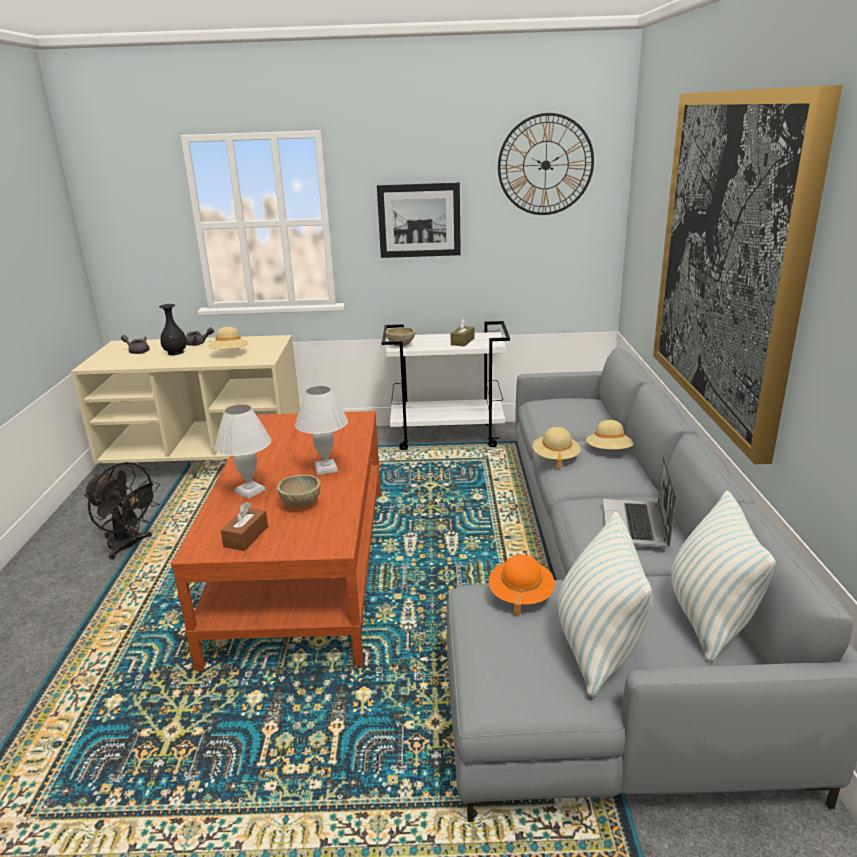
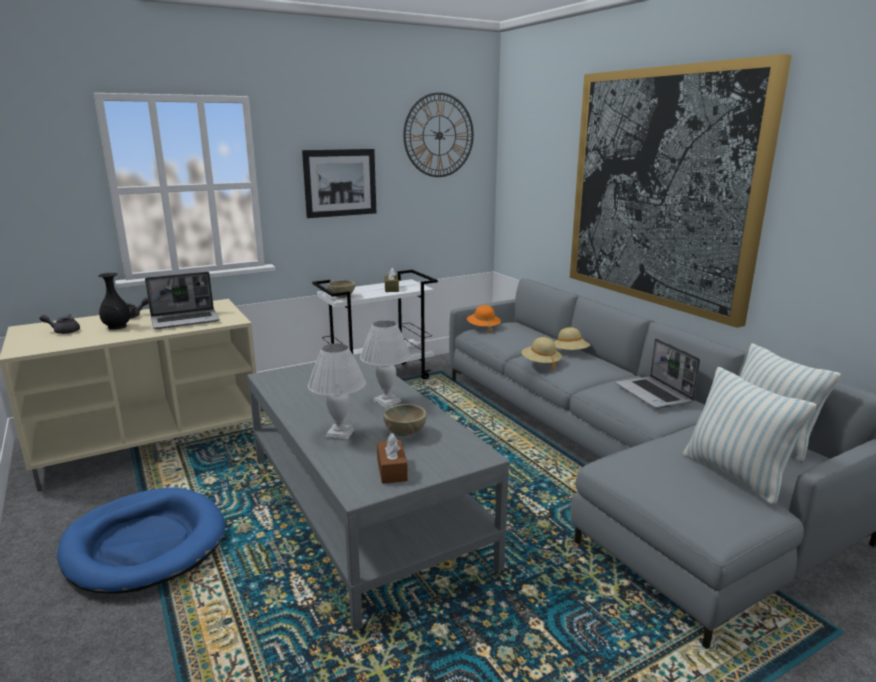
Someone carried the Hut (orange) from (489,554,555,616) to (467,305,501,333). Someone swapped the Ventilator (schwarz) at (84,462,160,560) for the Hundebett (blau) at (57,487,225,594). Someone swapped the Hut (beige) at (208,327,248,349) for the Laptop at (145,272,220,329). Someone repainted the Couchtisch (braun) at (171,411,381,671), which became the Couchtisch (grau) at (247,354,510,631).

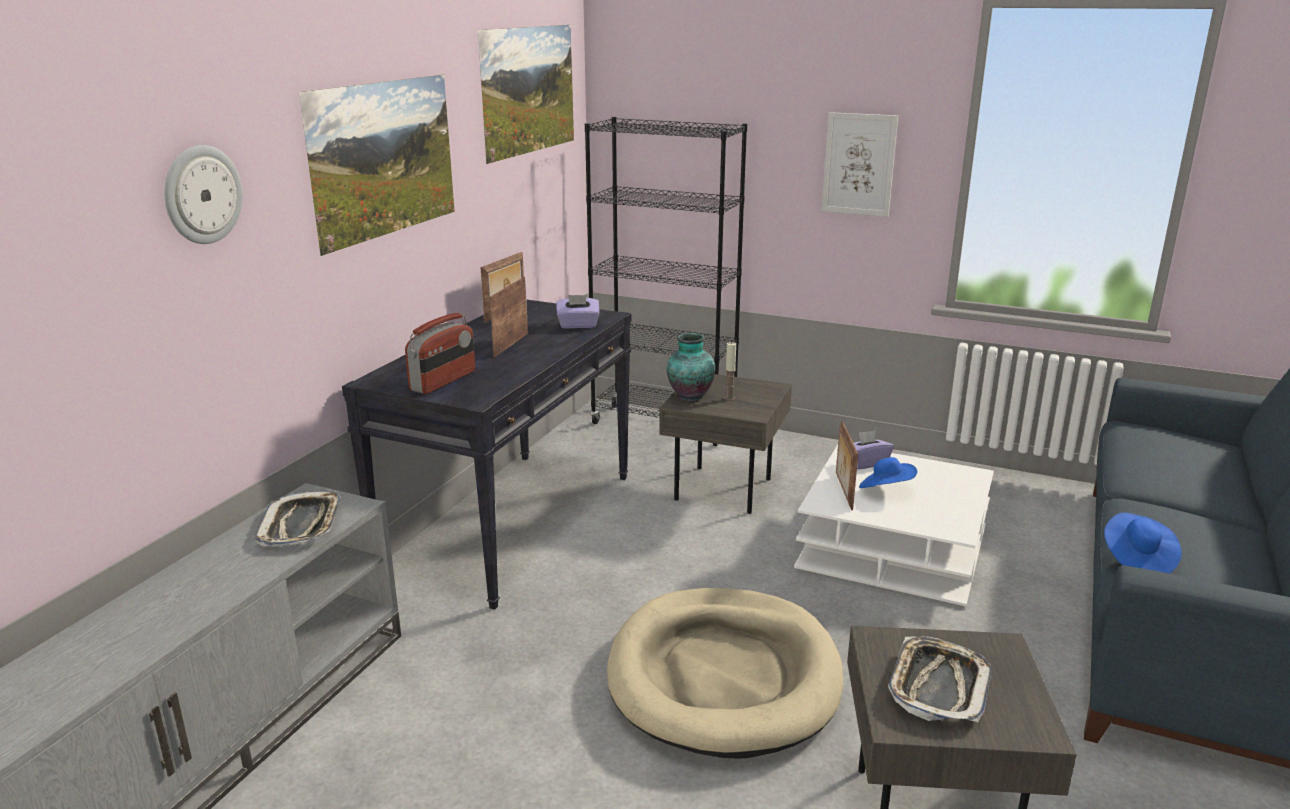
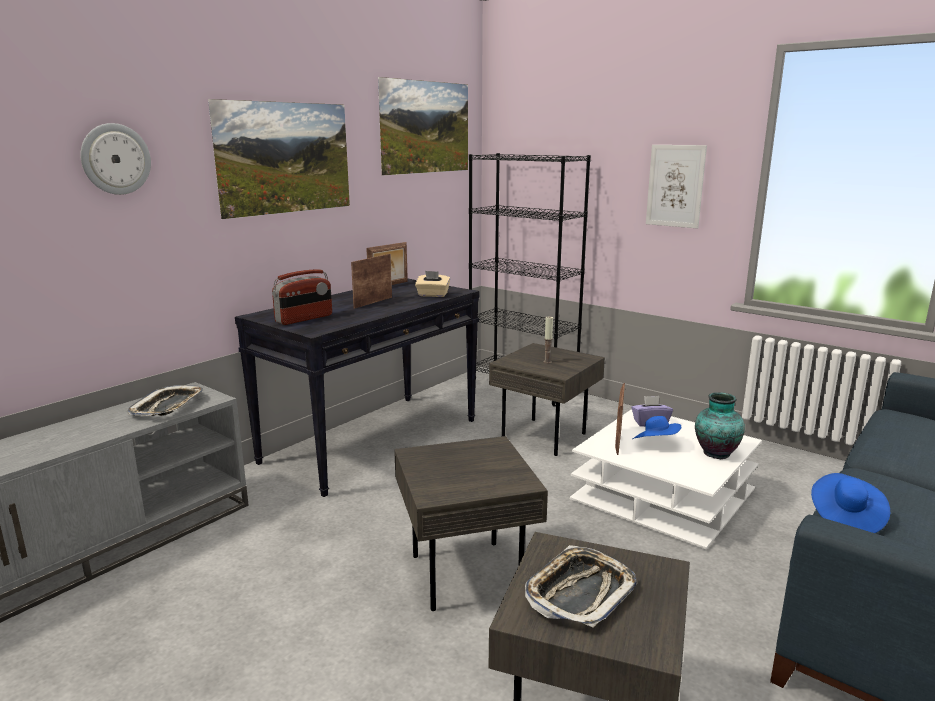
Someone carried the Vase from (667,333,715,402) to (695,392,745,459). Someone swapped the Hundebett (beige) at (607,588,843,759) for the Beistelltisch (grau) at (394,436,548,611). Someone repainted the Taschentuchbox (lila) at (556,295,600,329), which became the Taschentuchbox (beige) at (415,271,450,297).

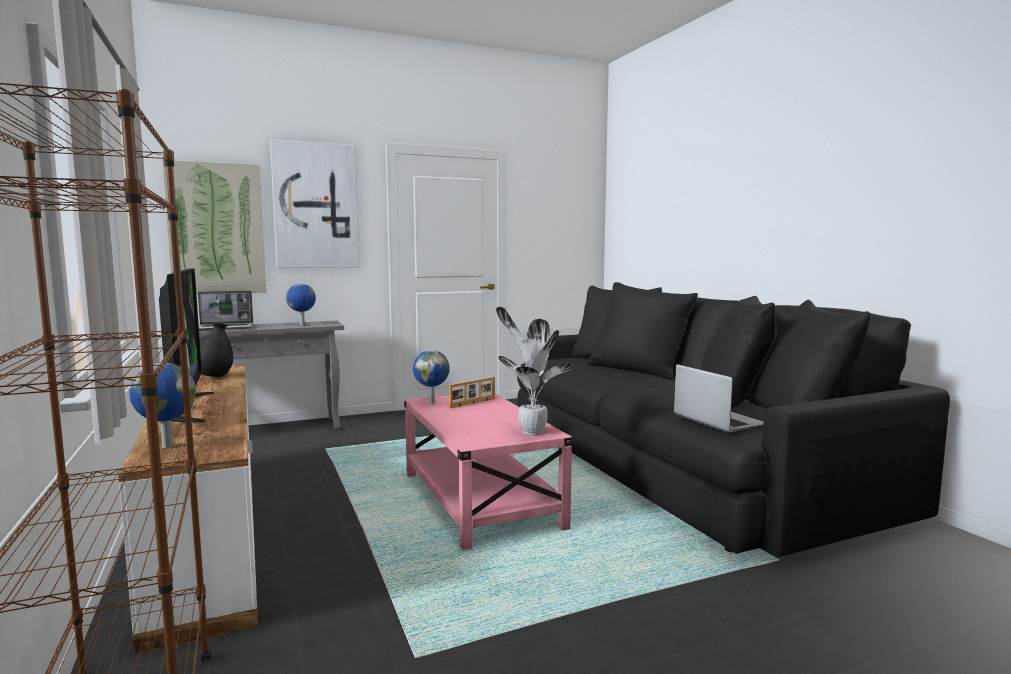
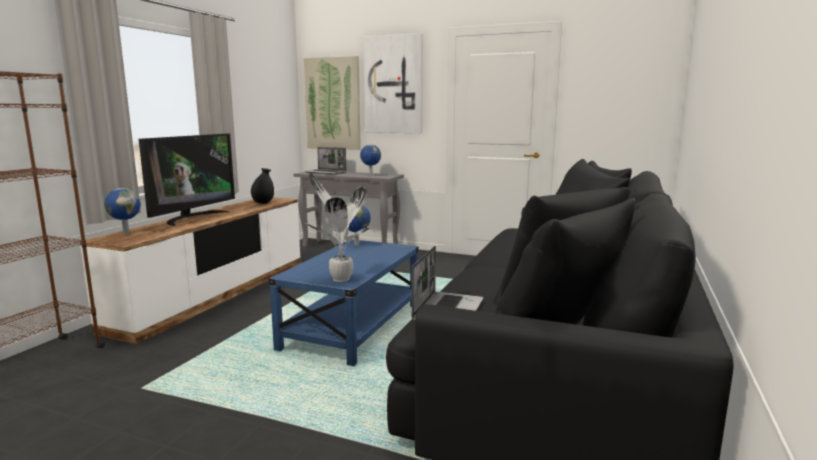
Someone took away the Bilderrahmen at (449,377,495,408). Someone repainted the Couchtisch (rosa) at (404,394,573,550), which became the Couchtisch (blau) at (269,239,419,366).

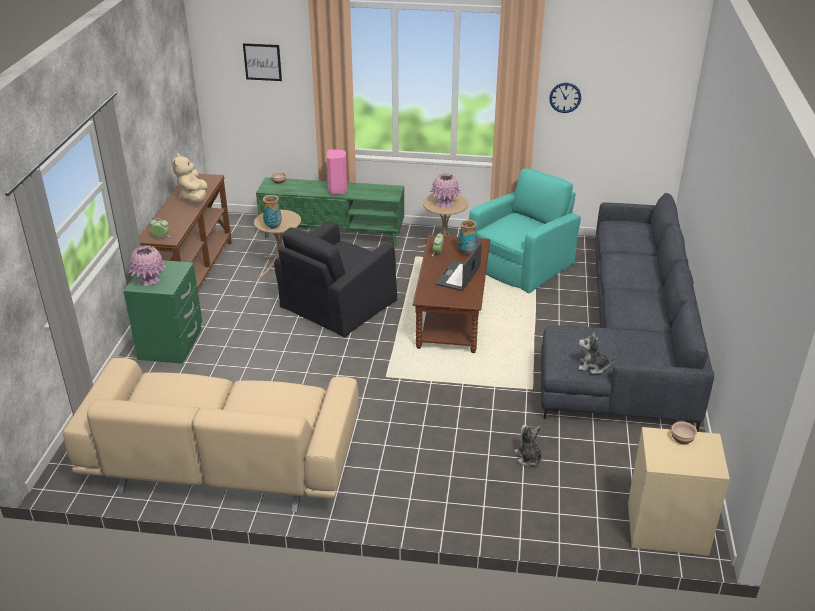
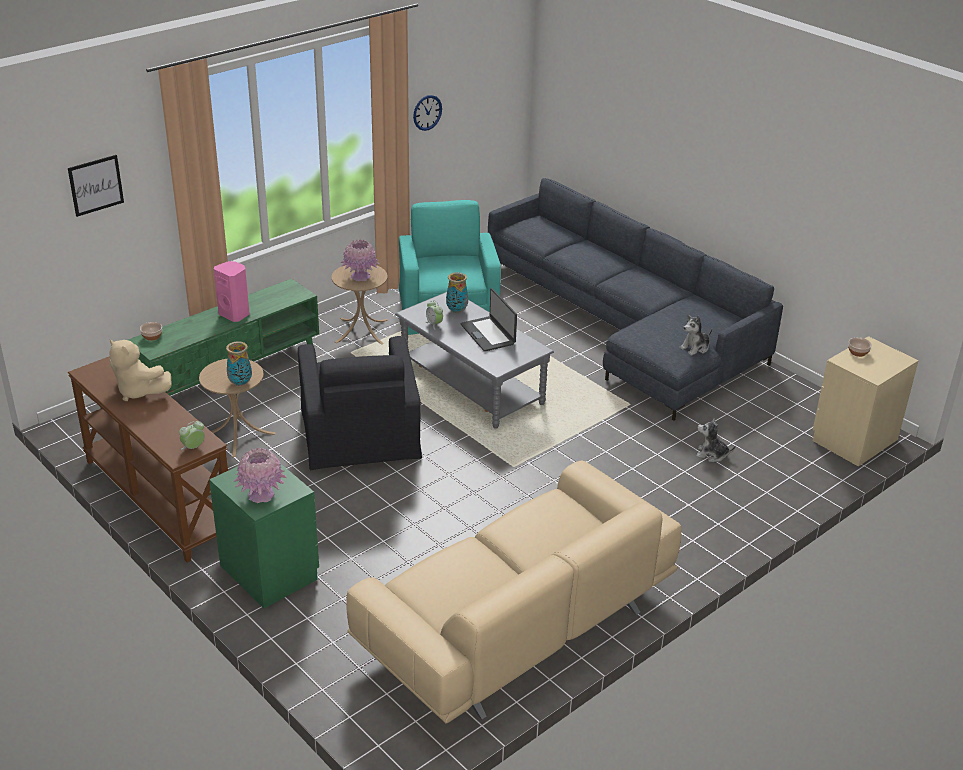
Someone repainted the Couchtisch (braun) at (413,235,490,353), which became the Couchtisch (grau) at (395,292,554,429).

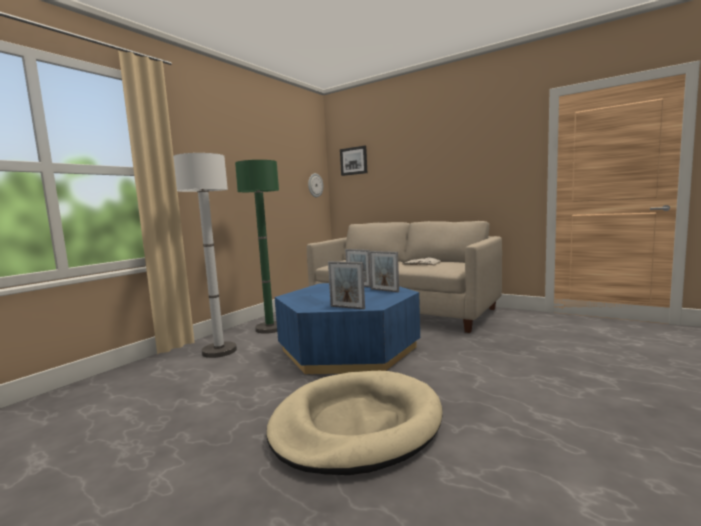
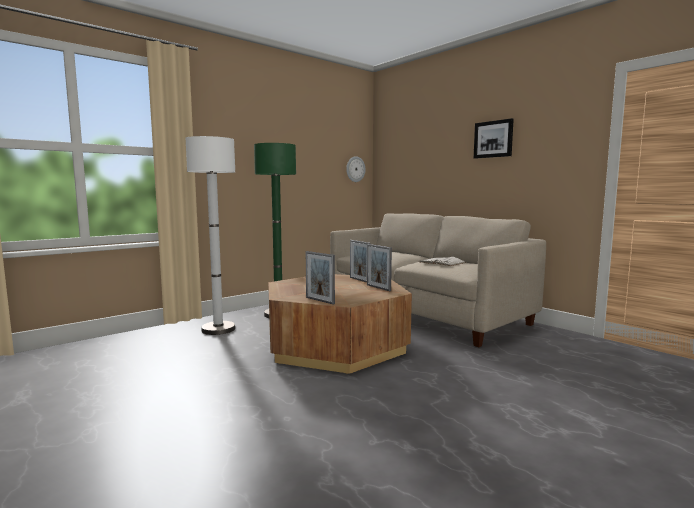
Someone took away the Hundebett (beige) at (266,371,443,475). Someone carried the Bild from (340,146,367,176) to (474,118,514,159). Someone repainted the Couchtisch (blau) at (275,283,420,375), which became the Couchtisch (braun) at (268,274,412,374).

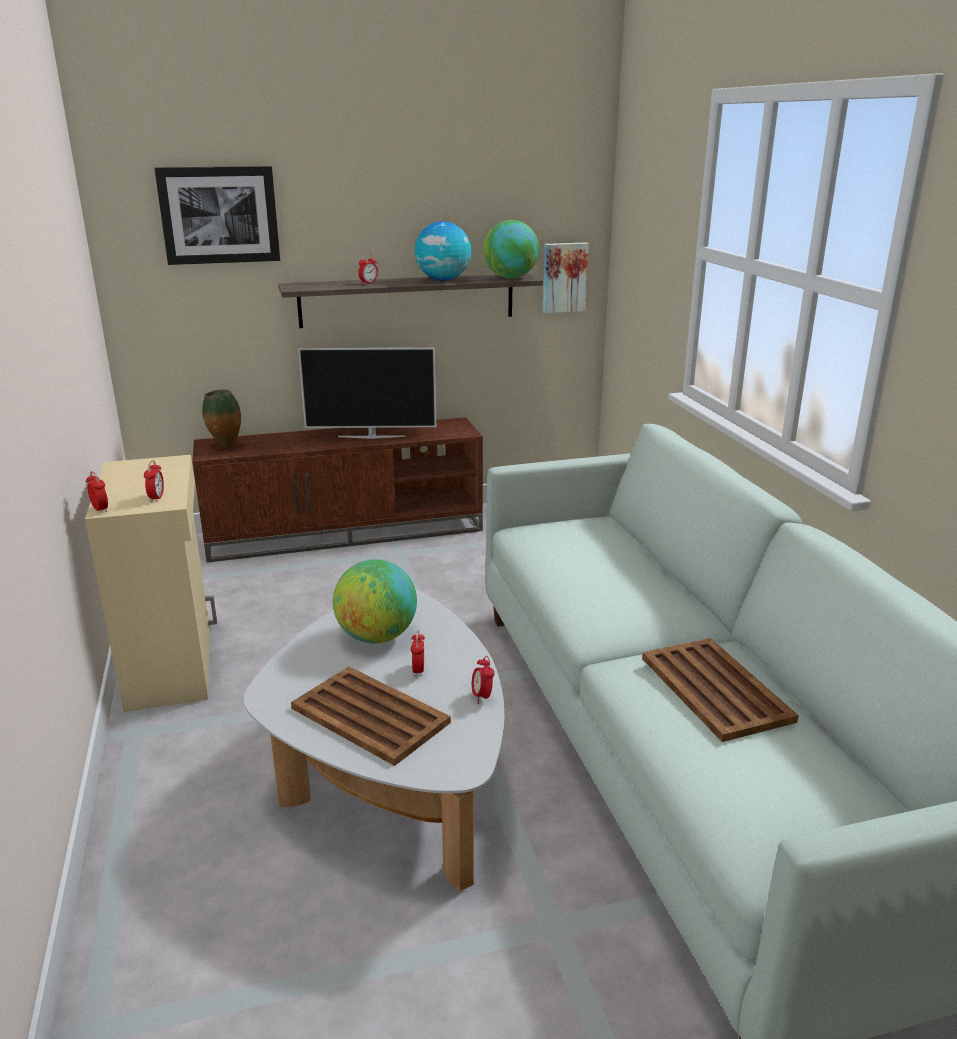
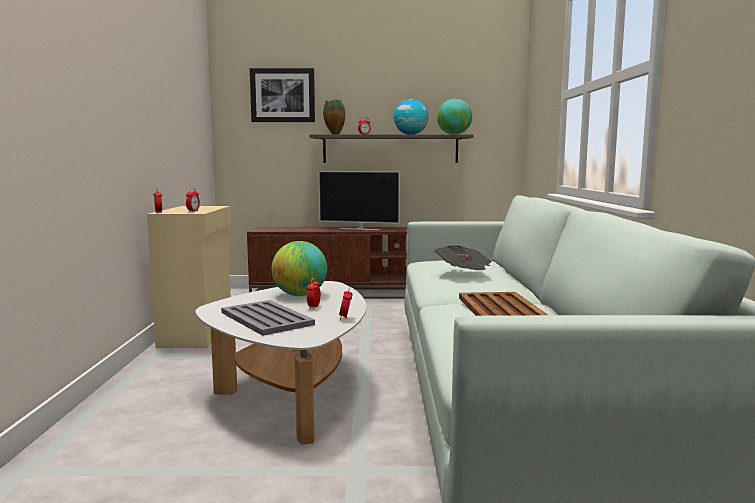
Someone took away the Bild at (543,242,589,313). Someone put down the Zeitung at (434,245,491,270). Someone carried the Vase from (202,389,241,447) to (323,99,345,134). Someone repainted the Tablett (braun) at (291,667,451,766), which became the Tablett (grau) at (221,300,315,336).

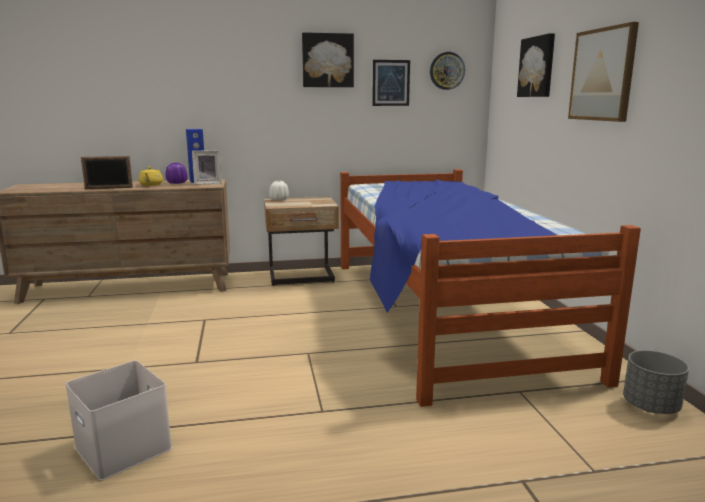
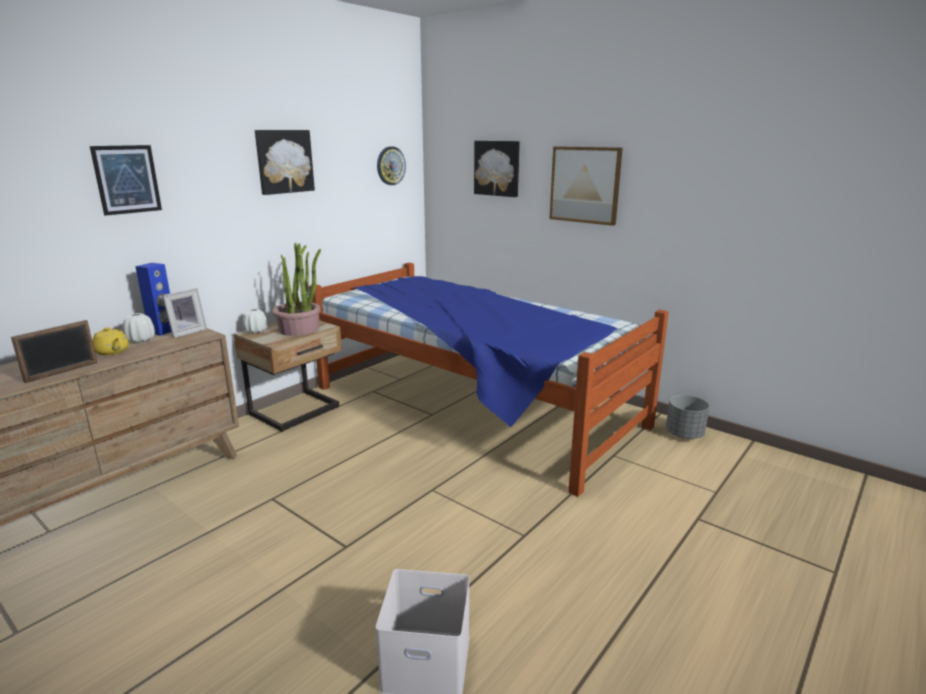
Someone put down the Topfpflanze at (272,243,321,336). Someone carried the Bild from (372,60,410,106) to (90,145,162,216). Someone repainted the Vase (lila) at (165,163,187,184), which became the Vase (weiß) at (122,313,155,343).

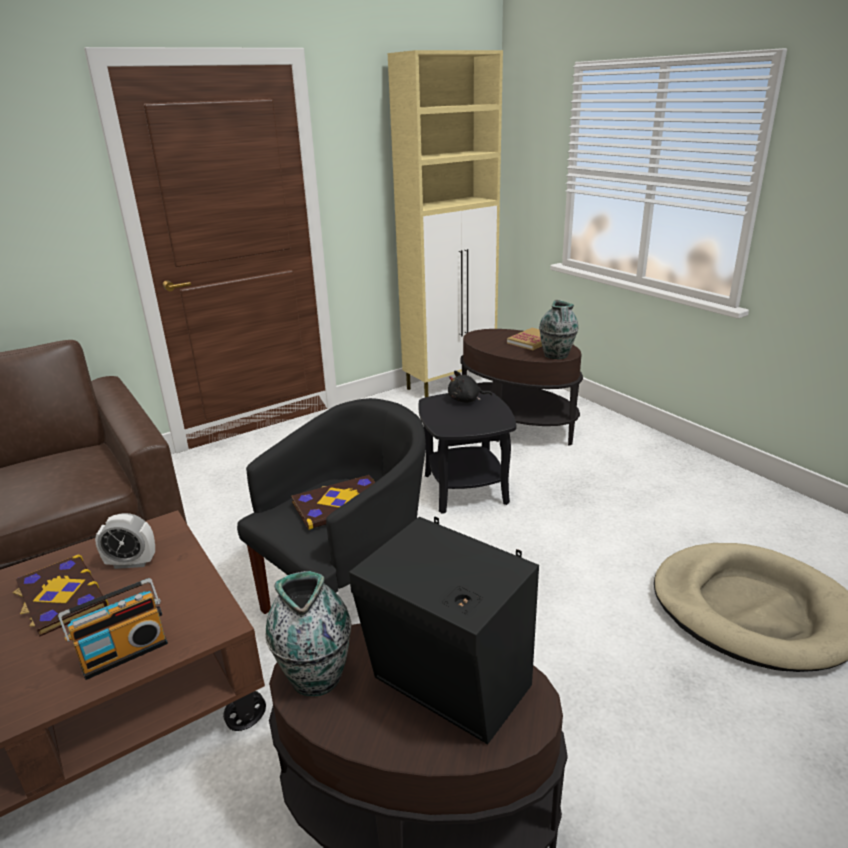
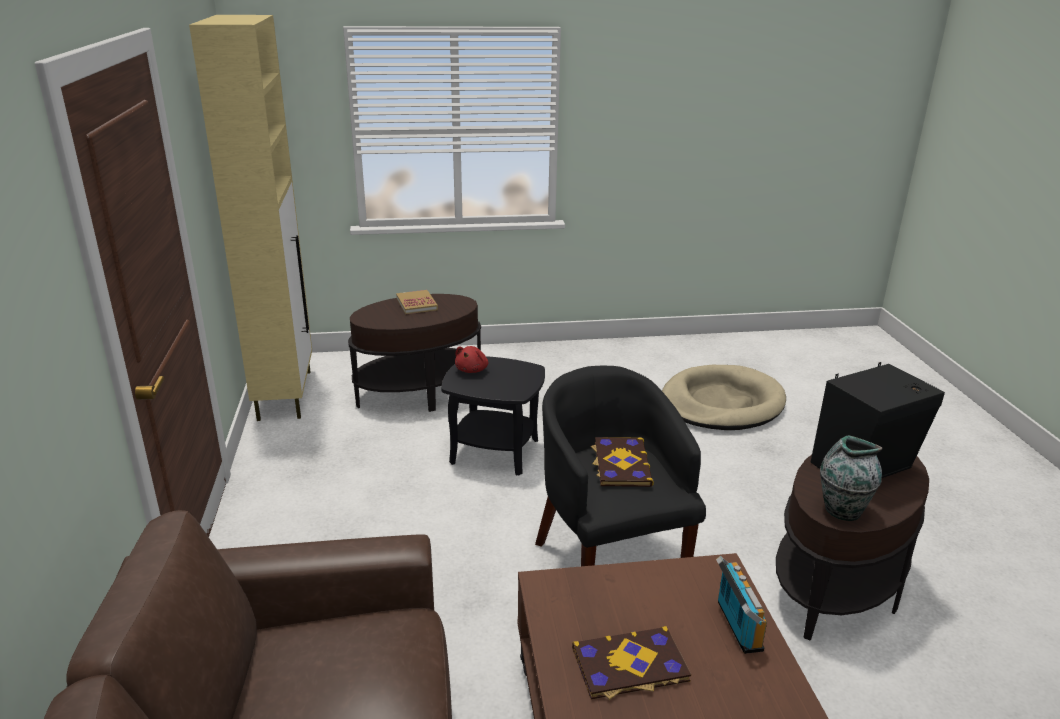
Someone took away the Wecker at (95,513,155,569). Someone took away the Vase at (539,300,578,359). Someone repainted the Plüschtier (schwarz) at (448,370,492,403), which became the Plüschtier (rot) at (455,346,488,373).

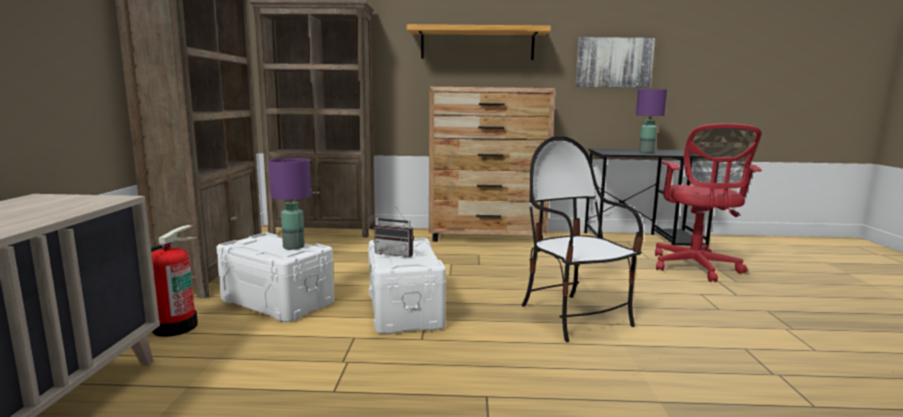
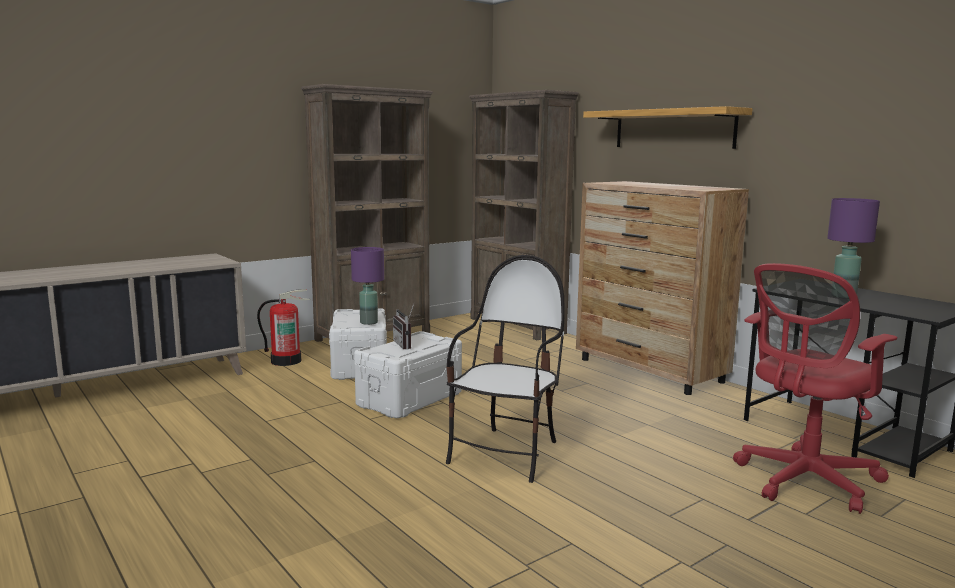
Someone took away the Bild at (575,37,655,88).

